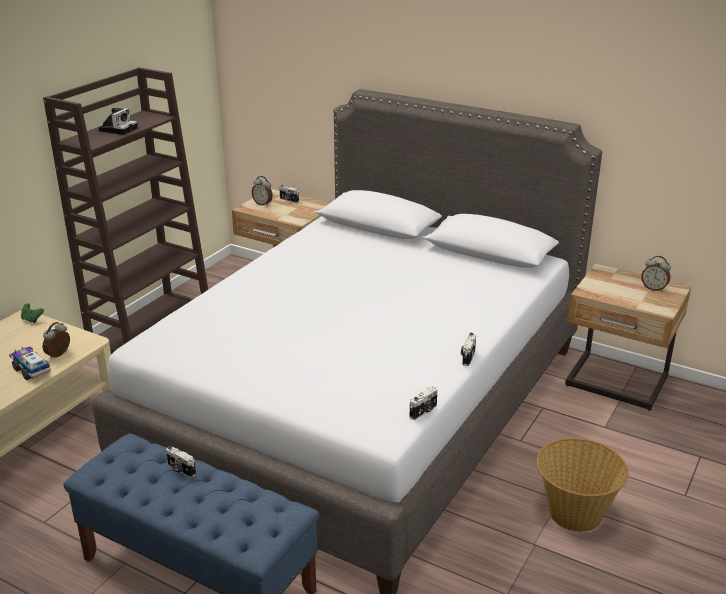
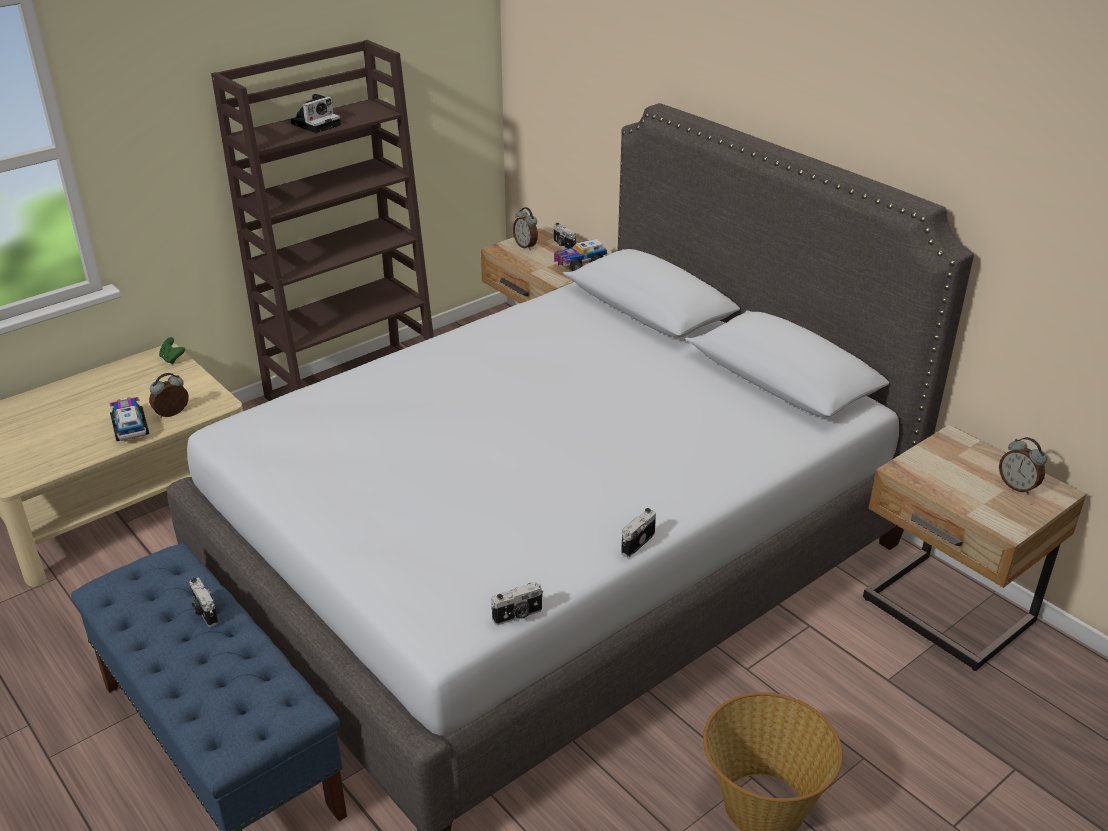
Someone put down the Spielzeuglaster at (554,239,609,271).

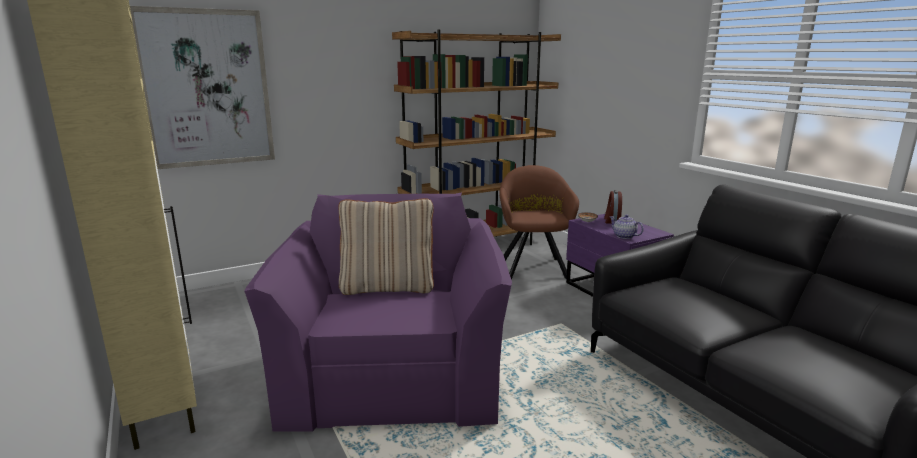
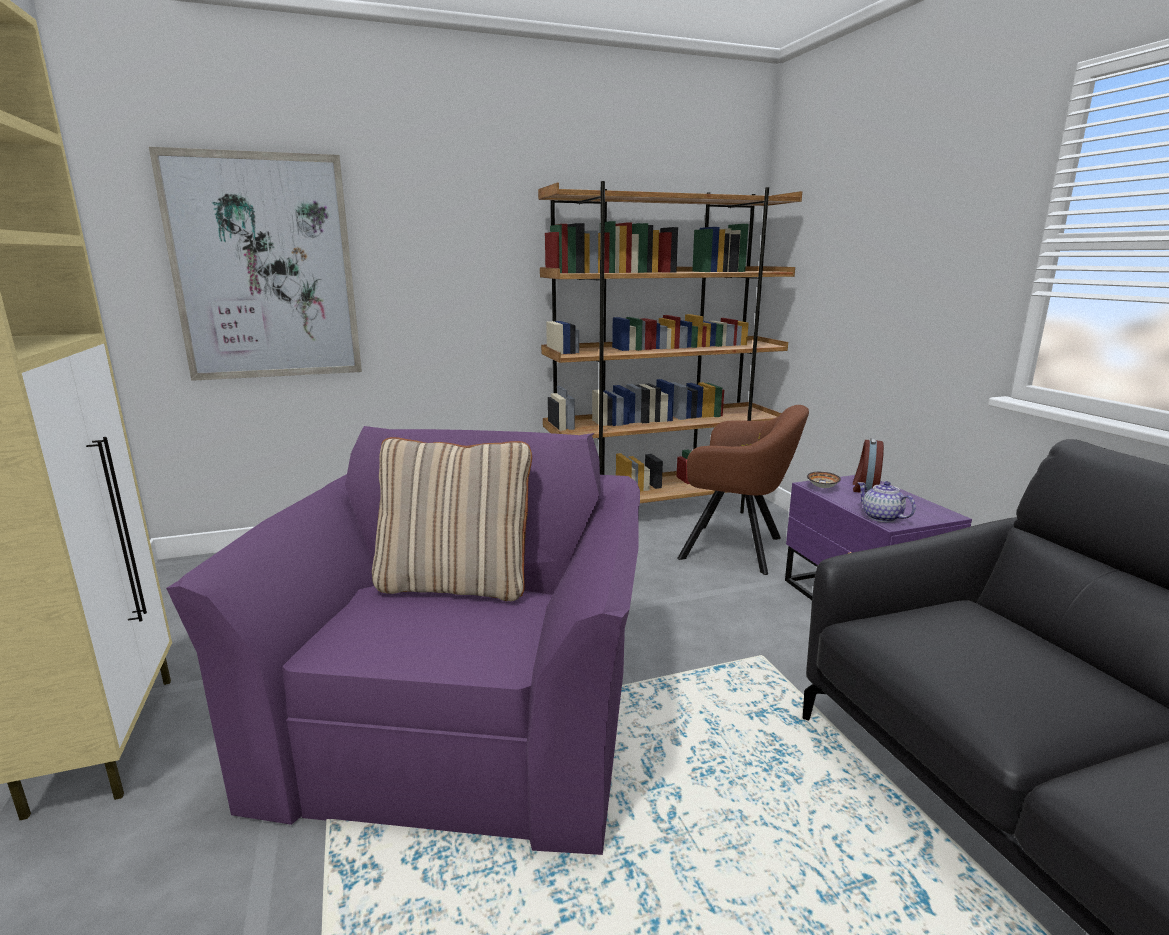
Someone rotated the Sessel (braun) at (499,165,579,279) by 105 degrees clockwise.

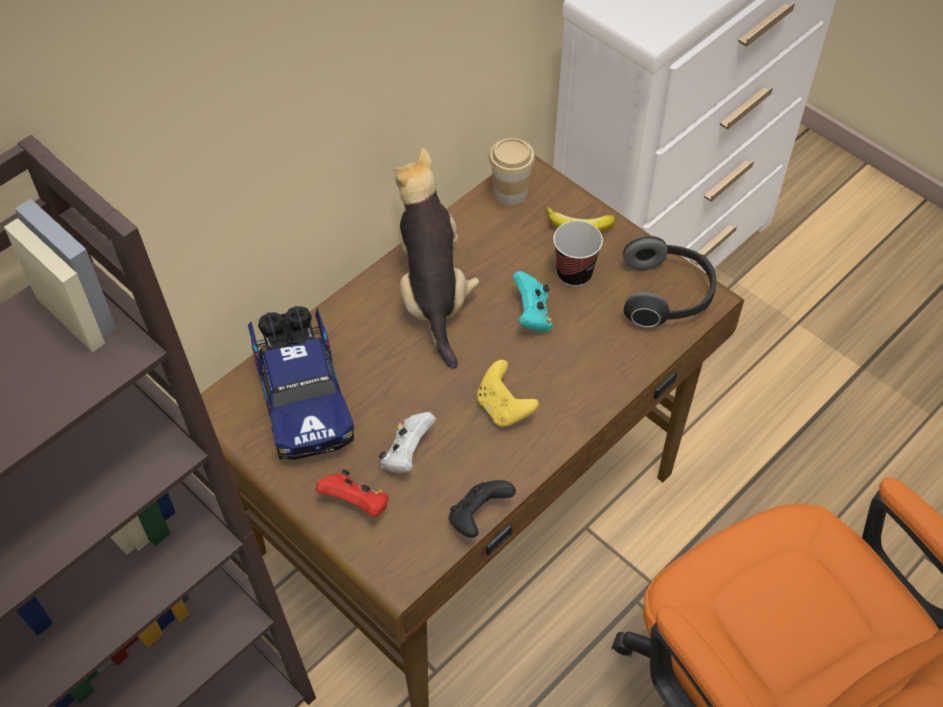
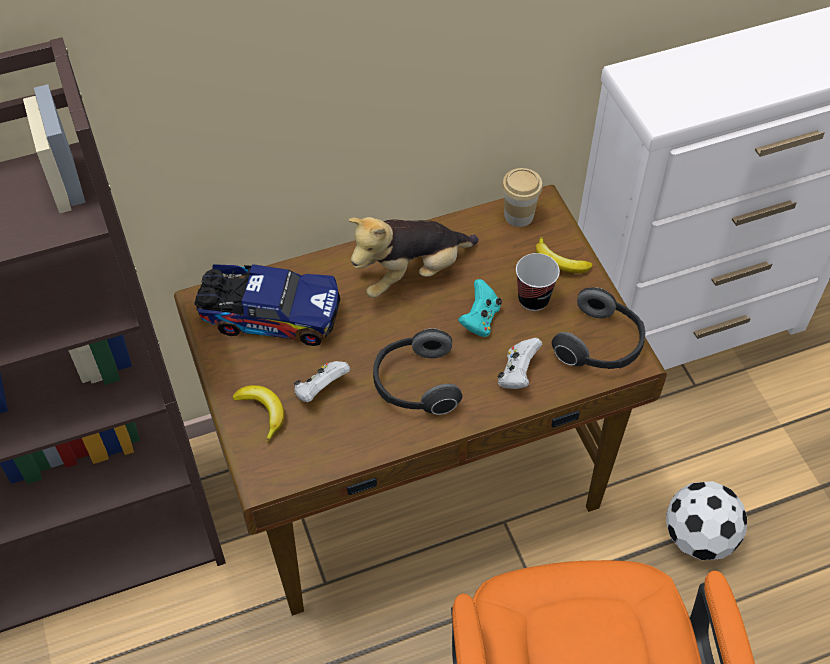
Someone took away the Gamepad (schwarz) at (449,480,516,538). Someone put down the Gamepad (weiß) at (498,338,542,389). Someone put down the Fußball at (666,481,747,560). Someone swapped the Gamepad (rot) at (316,469,389,517) for the Banane at (232,385,284,443). Someone swapped the Gamepad (gelb) at (477,360,539,427) for the Kopfhörer at (373,328,462,415). Someone rotated the Spielzeuglaster at (248,306,354,460) by 90 degrees counterclockwise. Someone rotated the Plüschtier at (394,148,479,369) by 135 degrees counterclockwise.

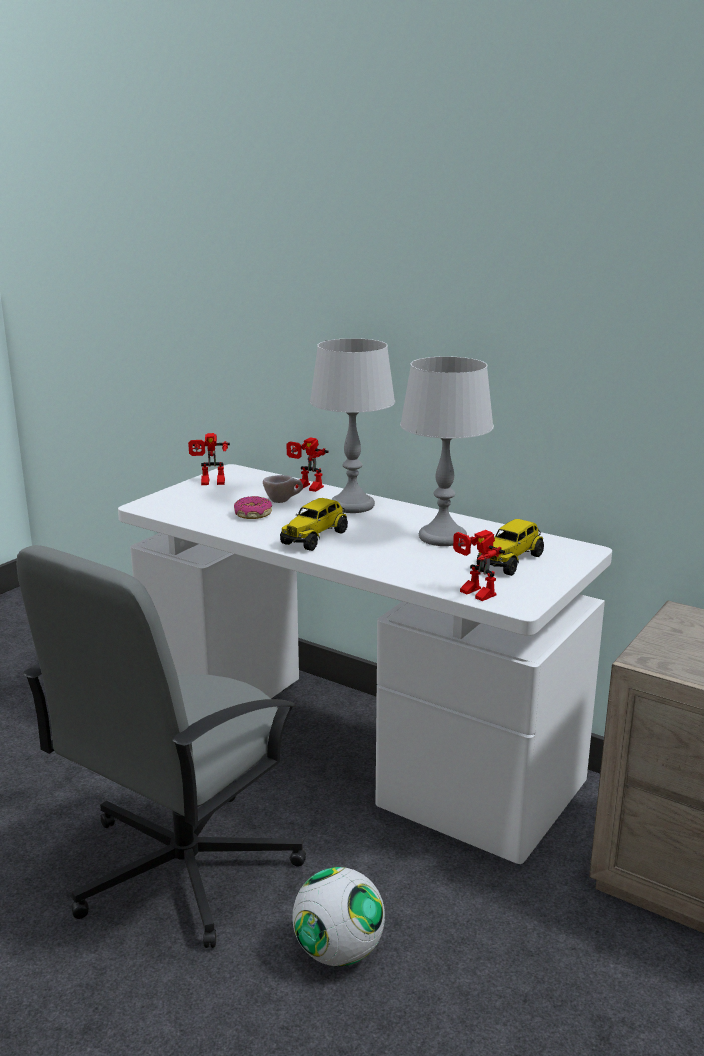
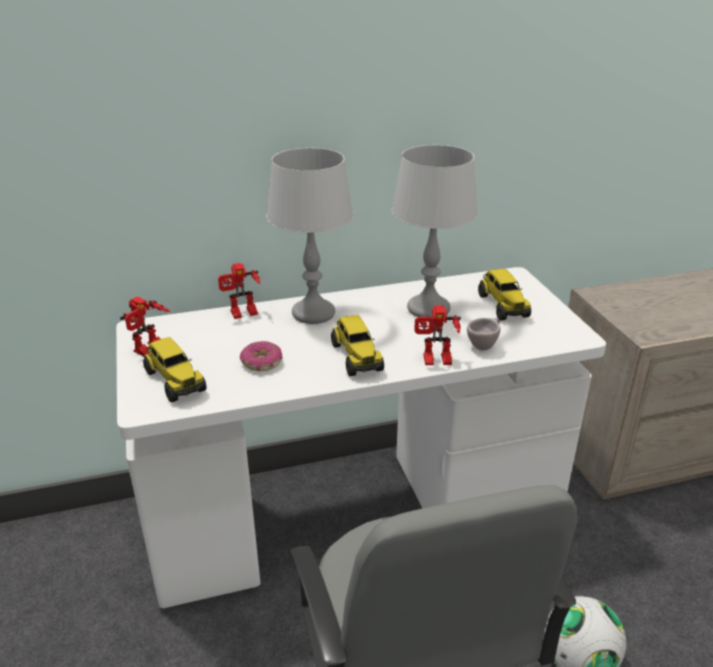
Someone put down the Spielzeuglaster at (143,337,207,403). Someone carried the Tasse (beige) from (263,475,303,503) to (467,318,501,351). Someone carried the Spielzeugroboter from (453,530,505,601) to (414,306,461,365).

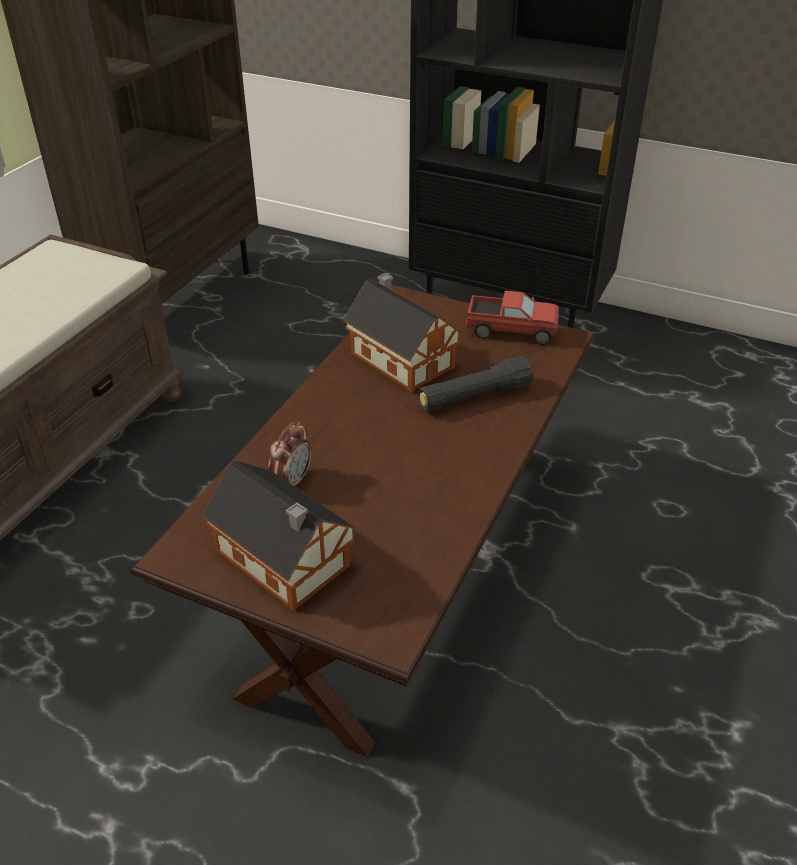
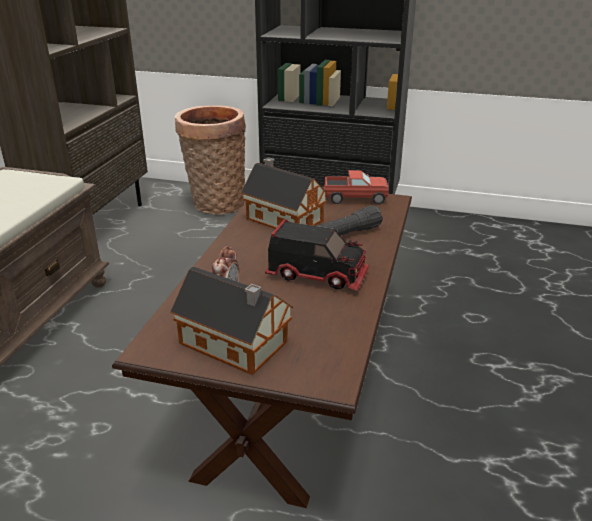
Someone put down the Korb at (175,105,246,215). Someone put down the Spielzeuglaster at (265,219,369,291).

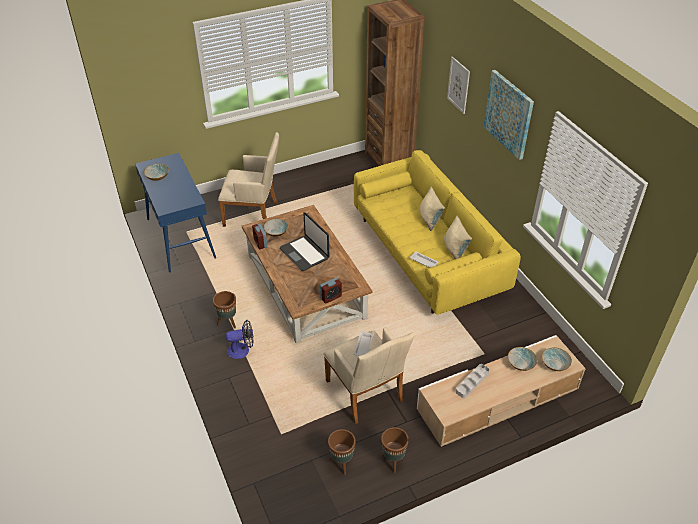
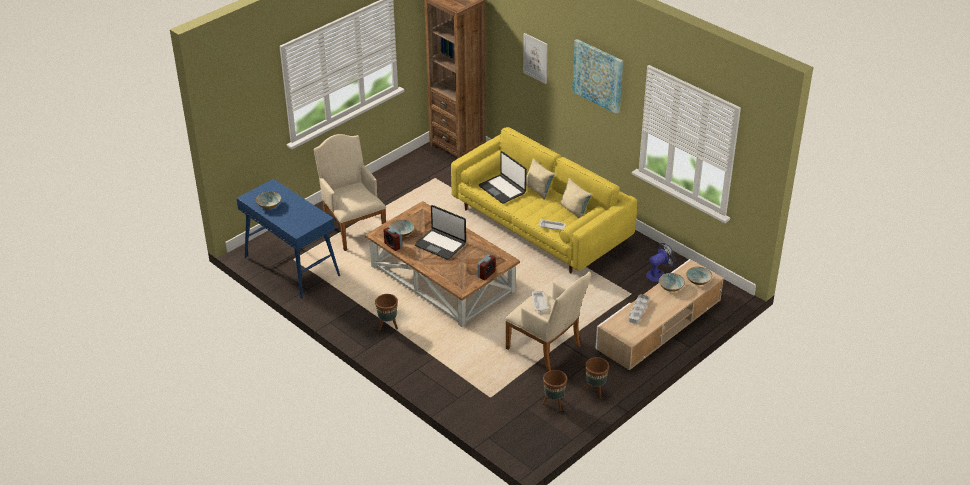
Someone put down the Laptop at (479,151,527,204). Someone carried the Ventilator from (226,319,254,359) to (646,243,676,282). Someone rotated the Sessel (beige) at (218,132,279,227) by 105 degrees counterclockwise.

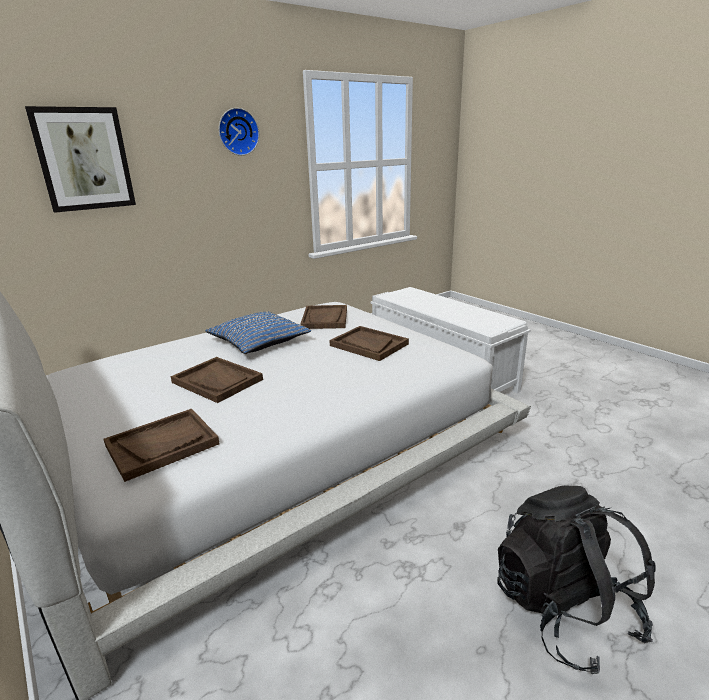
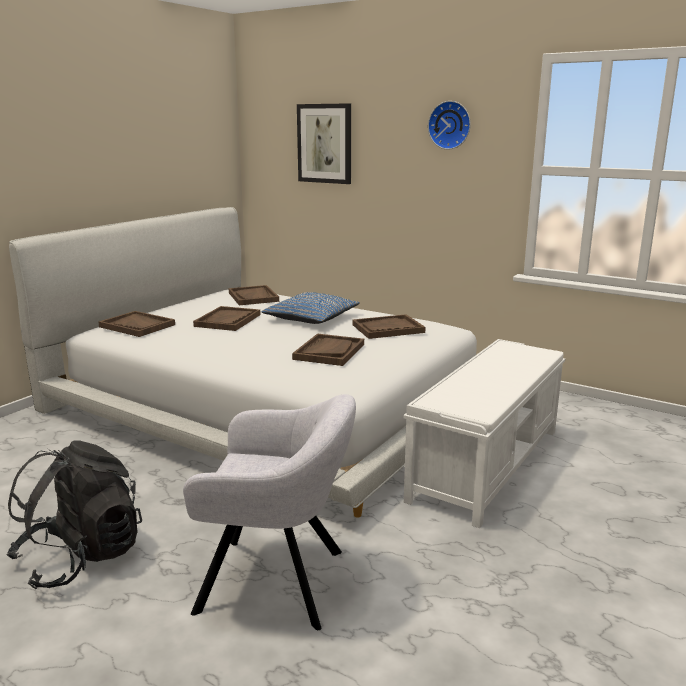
Someone put down the Sessel (grau) at (183,394,356,630). Someone put down the Tablett (braun) at (228,285,279,305).

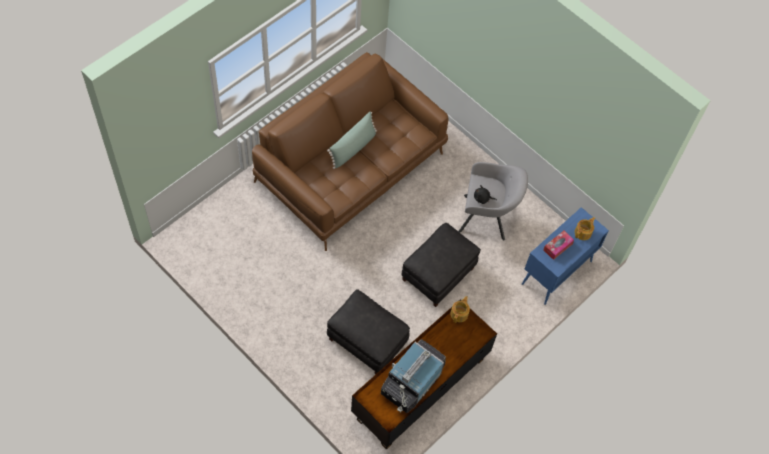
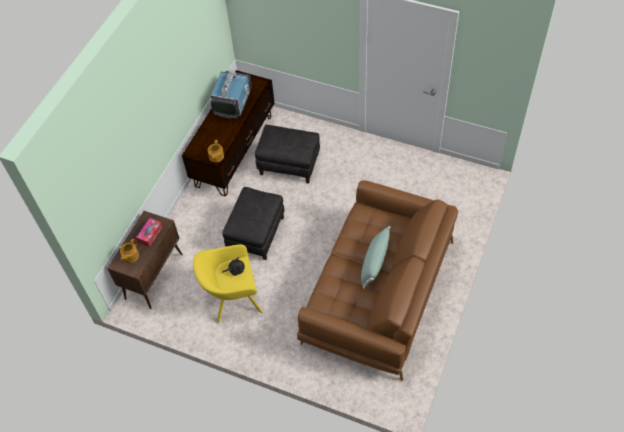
Someone repainted the Sessel (grau) at (458,162,528,240), which became the Sessel (gelb) at (193,245,263,323). Someone repainted the Schrank (blau) at (522,207,609,305), which became the Schrank (braun) at (107,211,183,309).

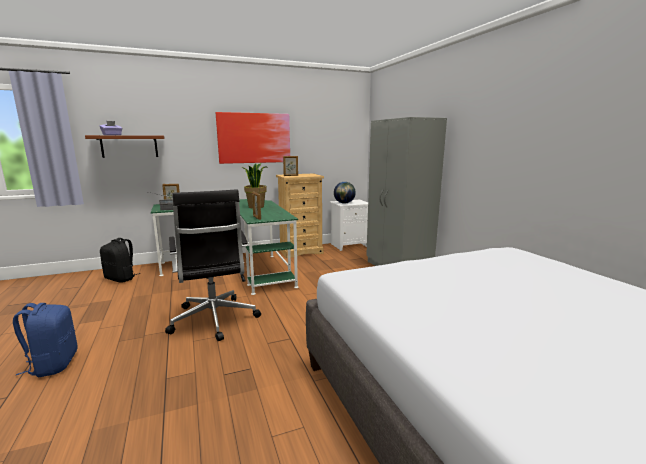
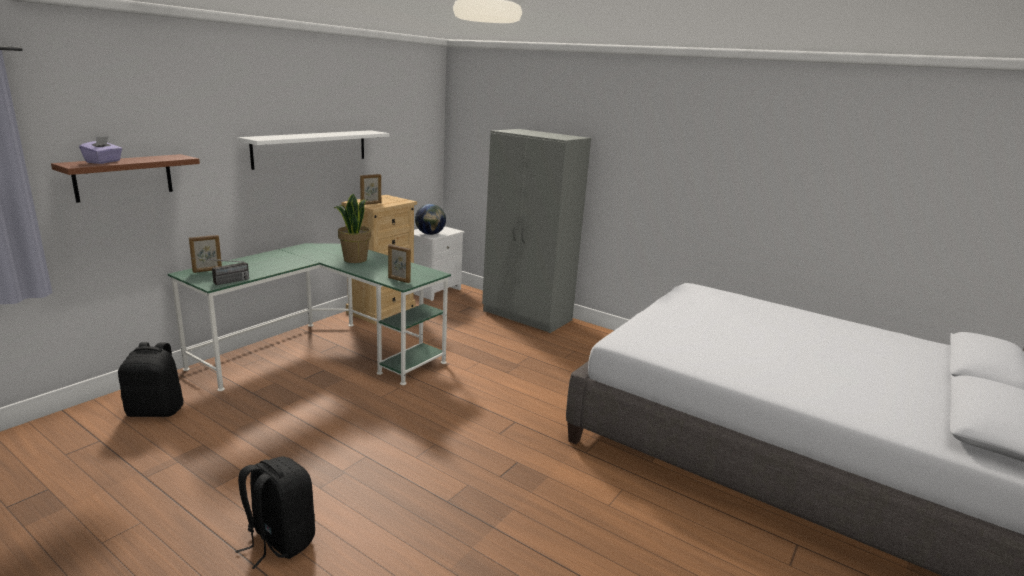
Someone took away the Bürostuhl (schwarz) at (165,189,261,341). Someone swapped the Bild at (216,112,290,164) for the Wandregal (weiß) at (237,130,390,170). Someone repainted the Rucksack (blau) at (13,303,77,377), which became the Rucksack (schwarz) at (235,456,315,569).

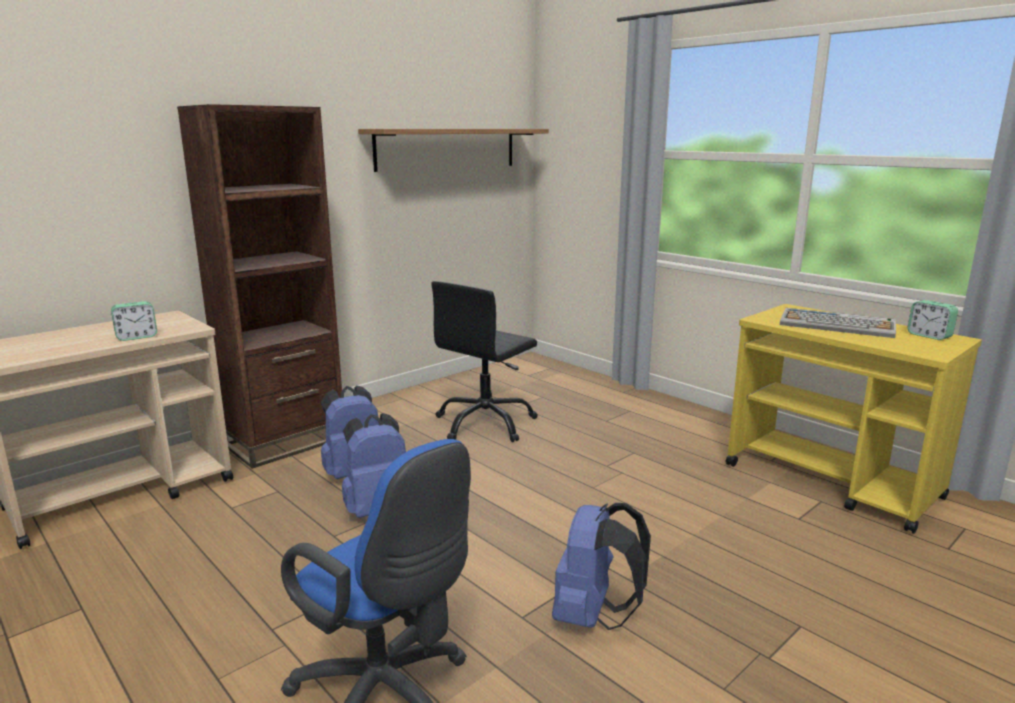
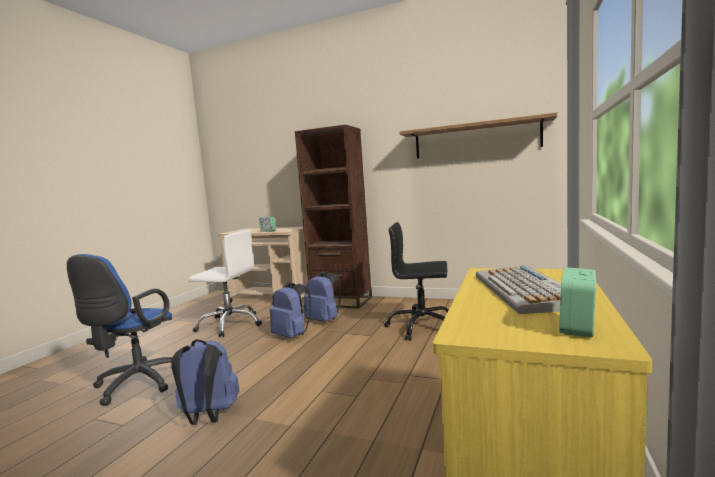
Someone put down the Bürostuhl (weiß) at (189,230,262,337).

